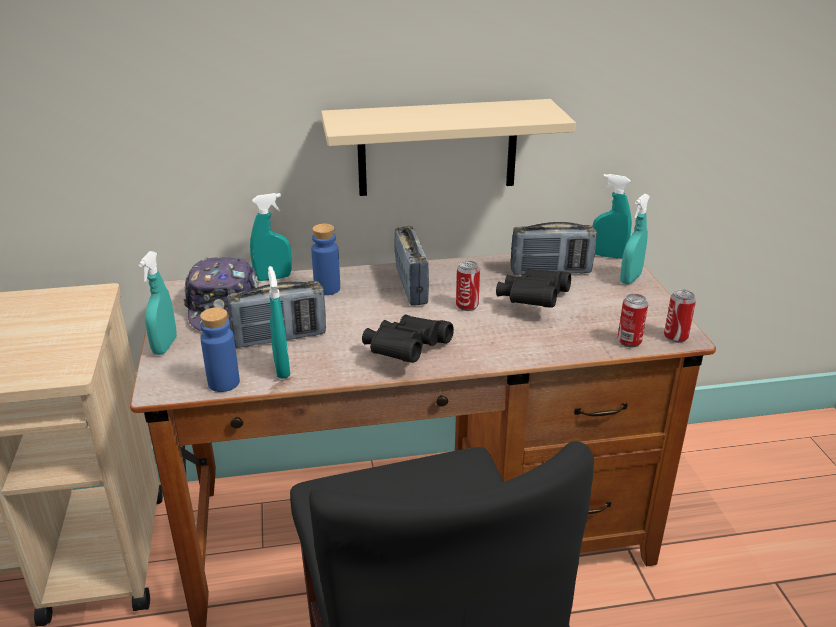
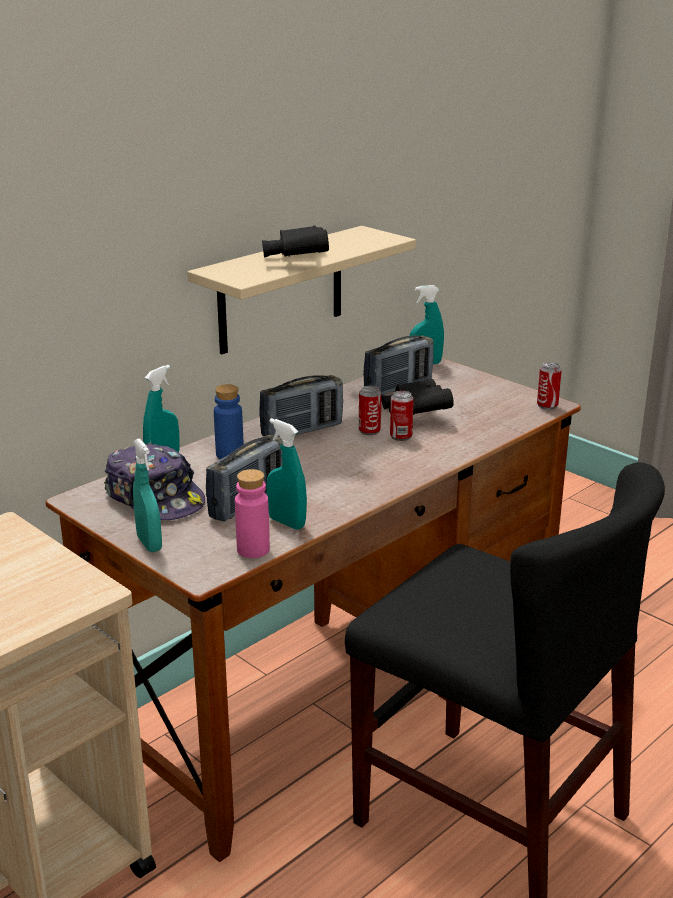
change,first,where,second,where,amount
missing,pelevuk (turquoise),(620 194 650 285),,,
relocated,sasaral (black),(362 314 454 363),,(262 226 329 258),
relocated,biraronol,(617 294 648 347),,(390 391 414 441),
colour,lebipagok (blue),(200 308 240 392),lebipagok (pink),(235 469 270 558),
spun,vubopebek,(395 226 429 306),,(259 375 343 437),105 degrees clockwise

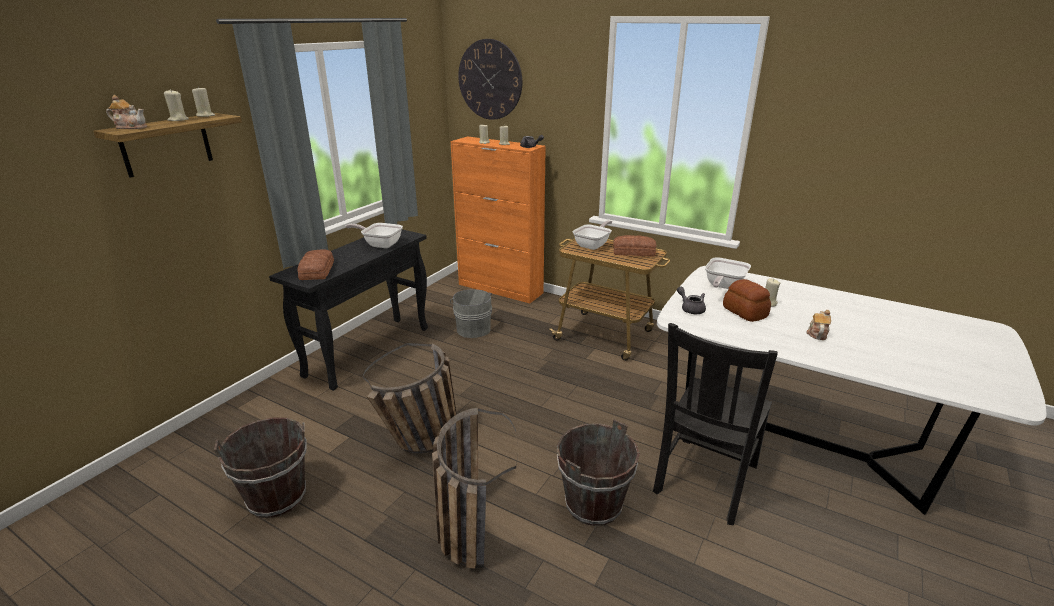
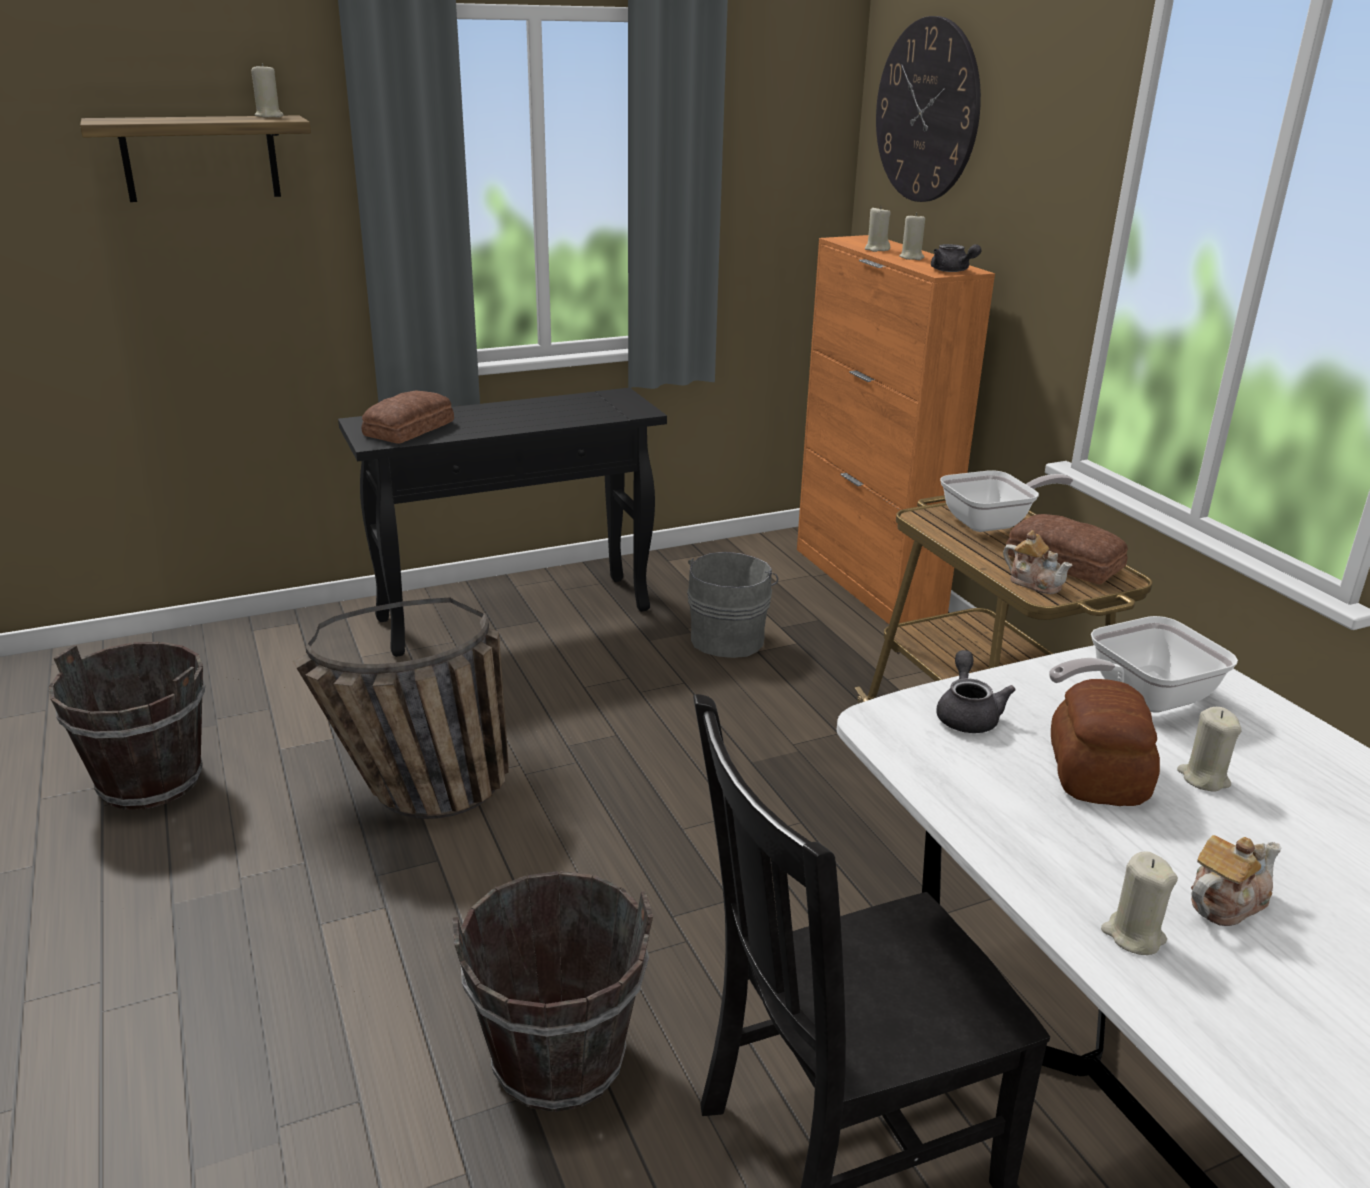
change,first,where,second,where,amount
missing,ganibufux,(346 223 403 248),,,
missing,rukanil,(432 408 518 569),,,
relocated,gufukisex,(106 95 147 129),,(1003 530 1072 594),
relocated,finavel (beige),(164 89 189 121),,(1101 851 1178 955),

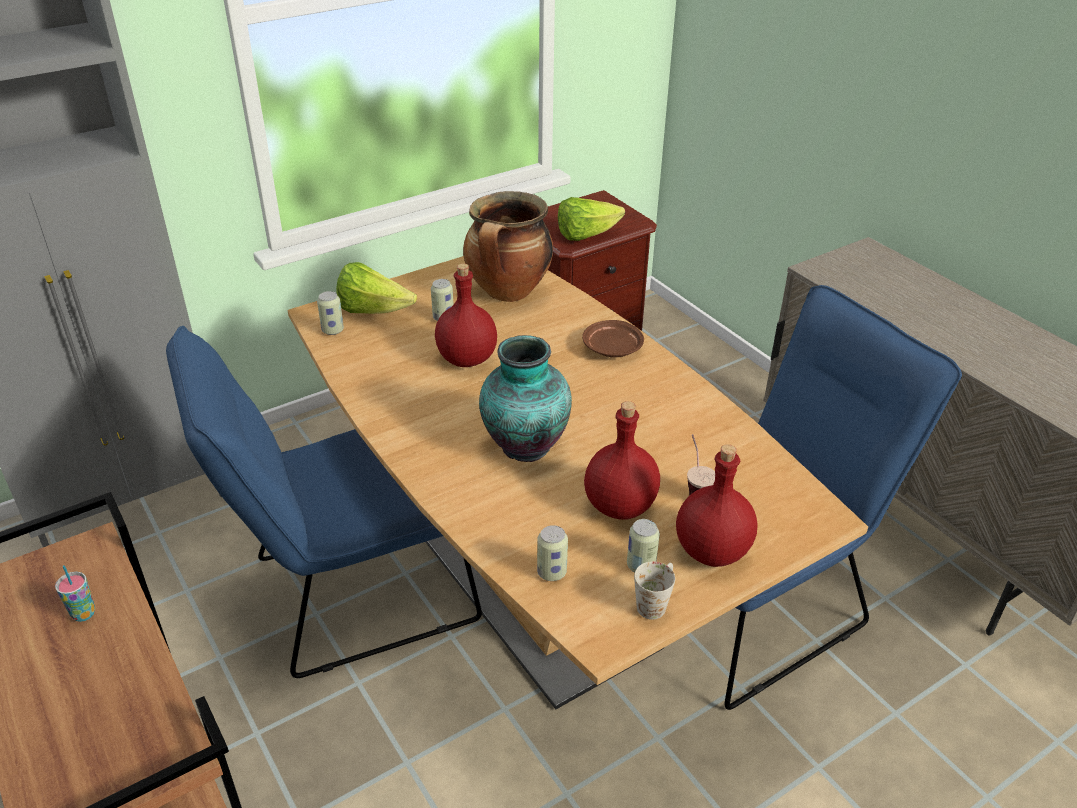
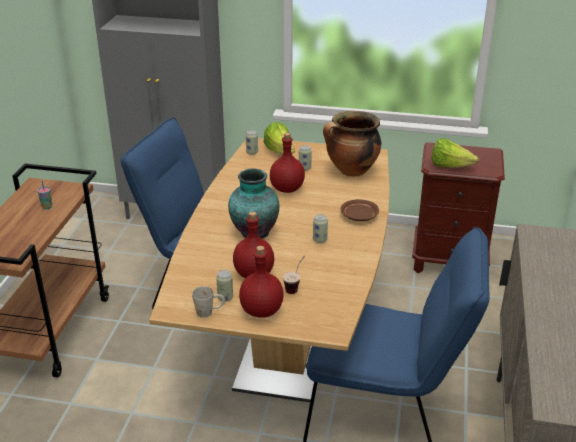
change,first,where,second,where,amount
relocated,biraronol,(537 525 568 581),,(313 214 328 243),

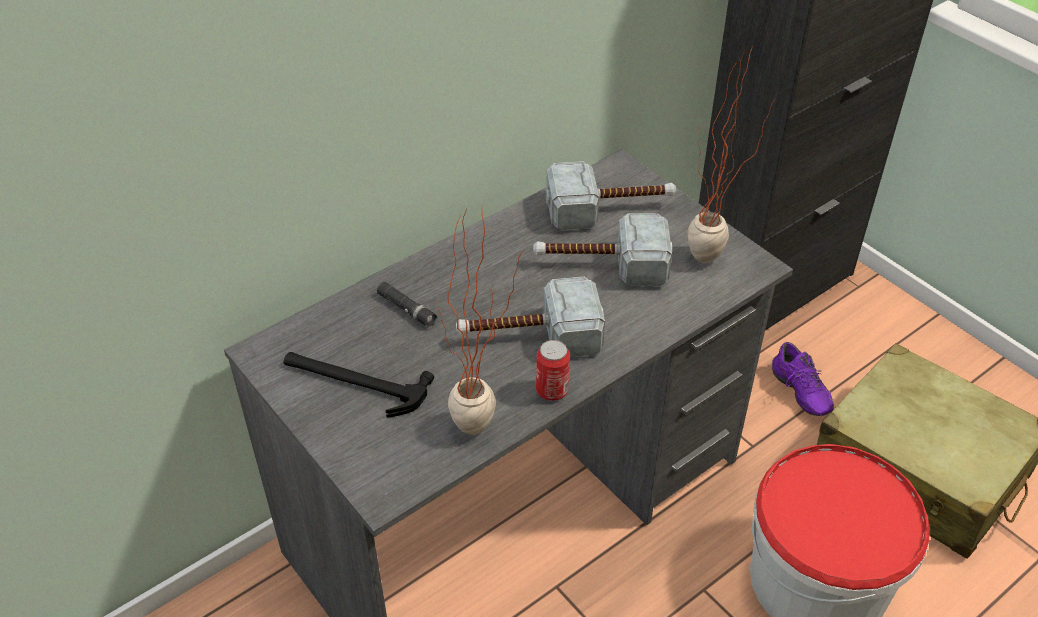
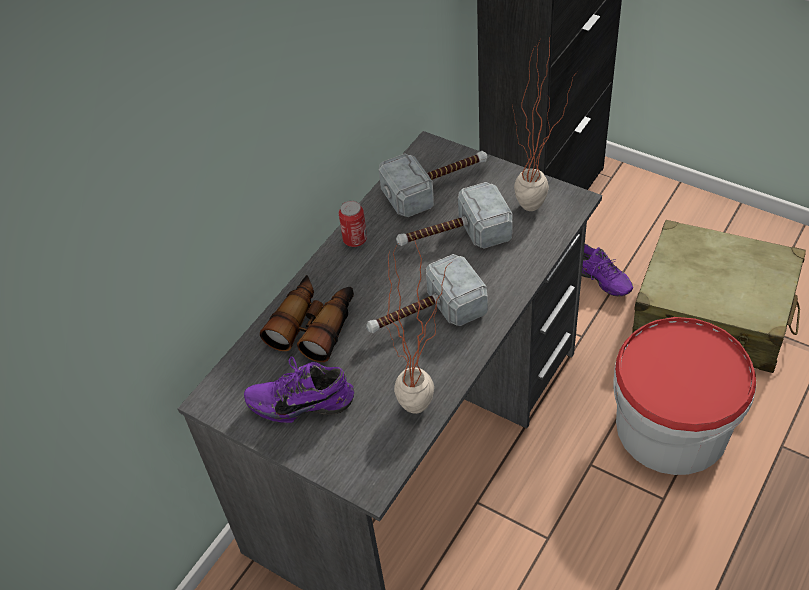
change,first,where,second,where,amount
relocated,biraronol,(536 340 570 401),,(339 201 367 247),
exchanged,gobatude,(284 352 434 418),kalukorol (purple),(244 356 354 423),
exchanged,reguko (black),(377 282 437 328),sasaral,(260 275 354 362),

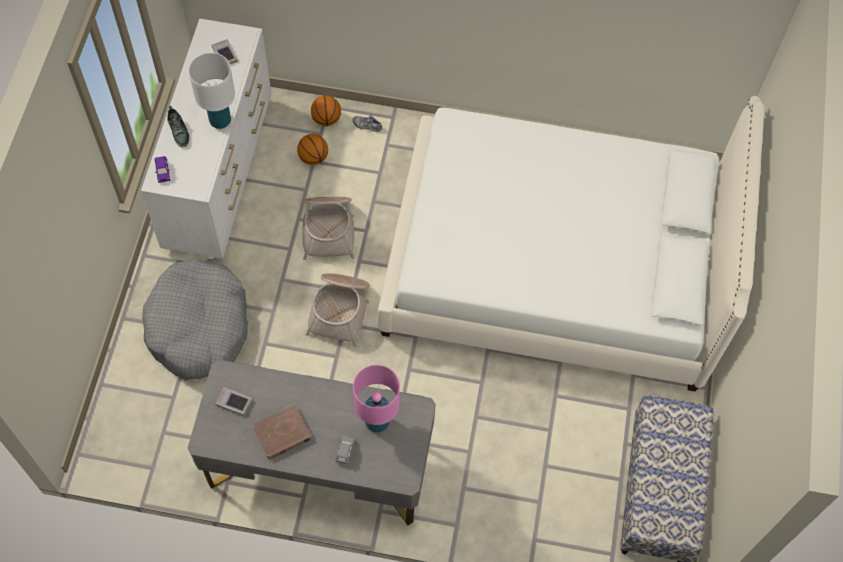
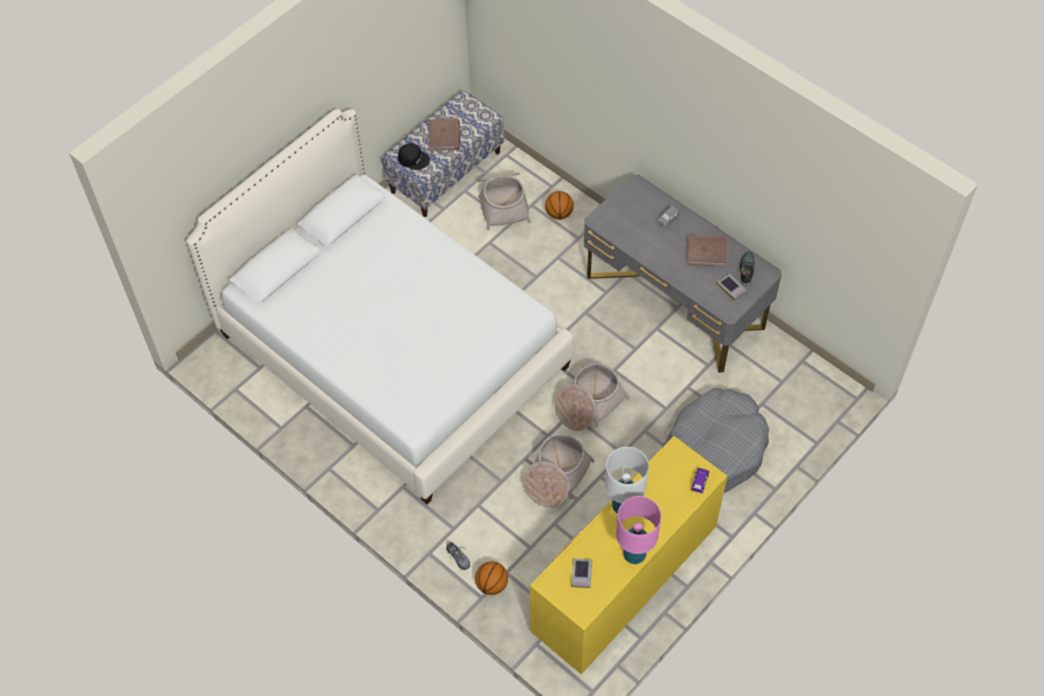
change,first,where,second,where,amount
appeared,,,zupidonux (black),(398 143 430 170),
appeared,,,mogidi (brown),(429 119 460 151),
appeared,,,rukanil,(478 172 531 231),
relocated,kalukorol,(167 106 189 147),,(740 252 755 285),
relocated,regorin,(297 134 328 165),,(545 191 574 220),
relocated,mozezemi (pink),(353 365 400 433),,(616 496 661 564),
colour,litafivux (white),(141 18 271 259),litafivux (yellow),(530 436 727 674),

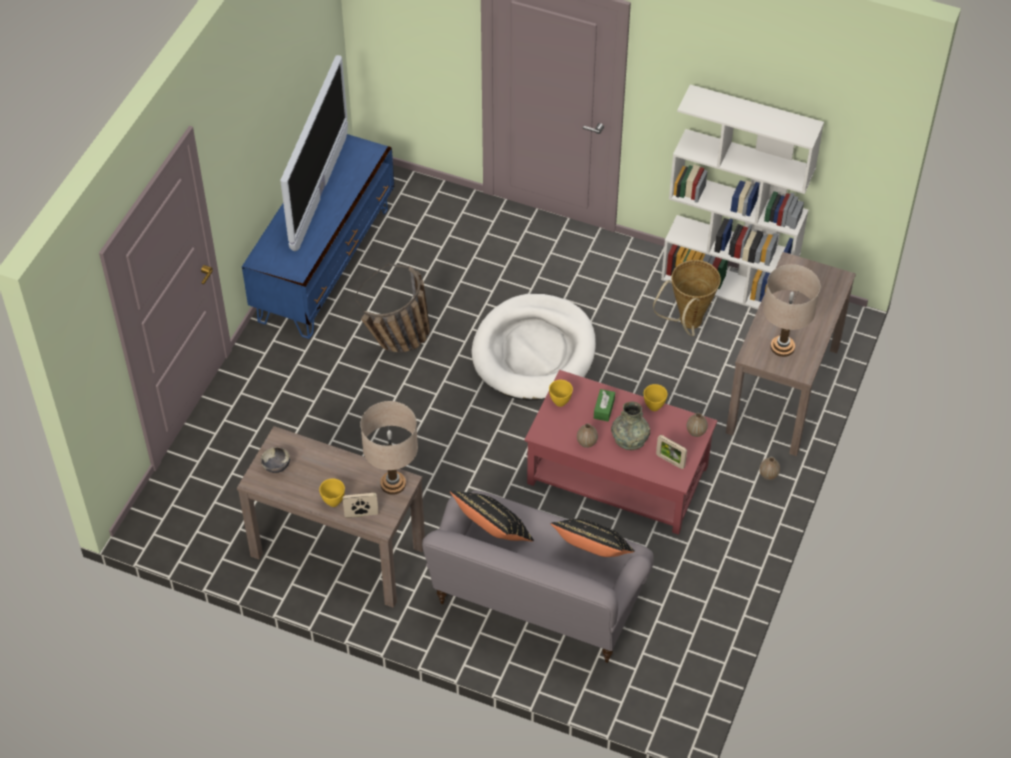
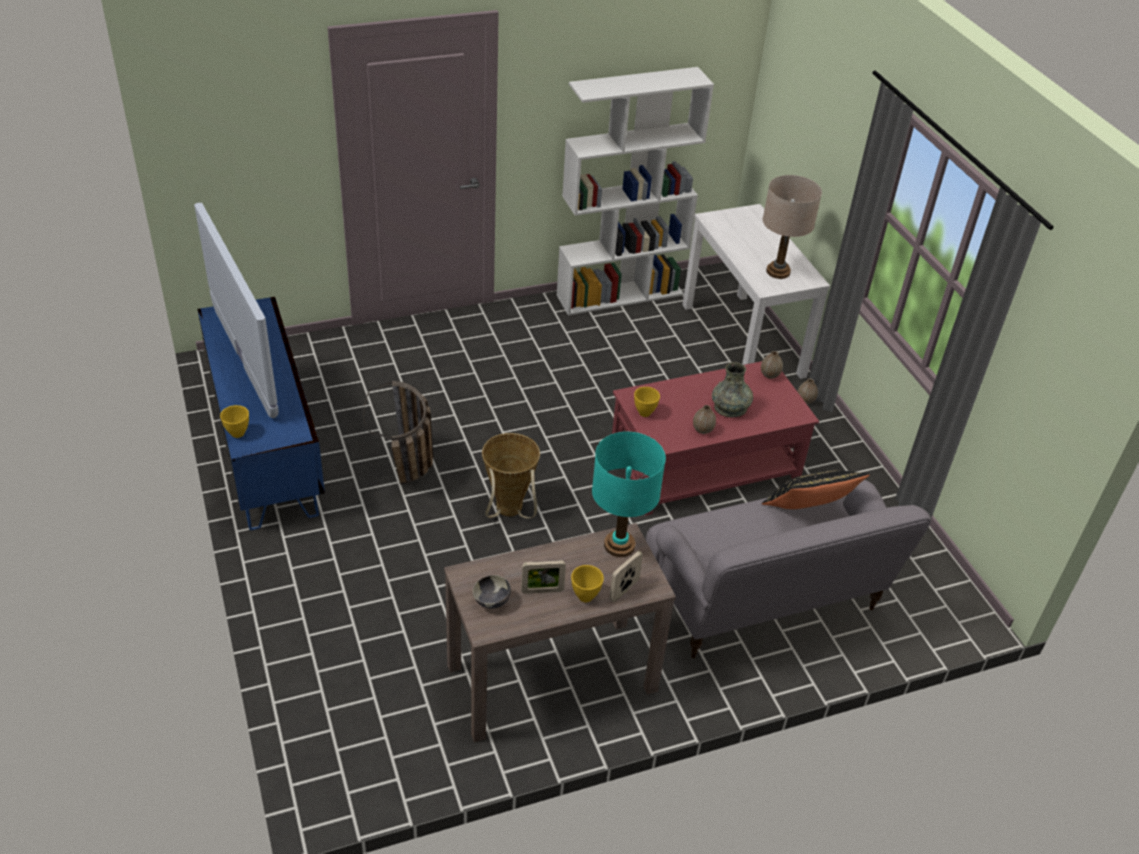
change,first,where,second,where,amount
missing,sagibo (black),(450 491 534 541),,,
missing,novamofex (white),(471 294 596 401),,,
missing,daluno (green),(594 389 615 422),,,
relocated,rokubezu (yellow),(644 384 668 411),,(220 405 249 438),
relocated,rukanil,(653 260 721 336),,(482 433 540 519),
relocated,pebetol,(656 435 687 469),,(521 560 566 594),
colour,mozezemi (beige),(360 401 418 495),mozezemi (turquoise),(592 432 666 557),
colour,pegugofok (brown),(726 252 856 456),pegugofok (white),(682 204 830 379),

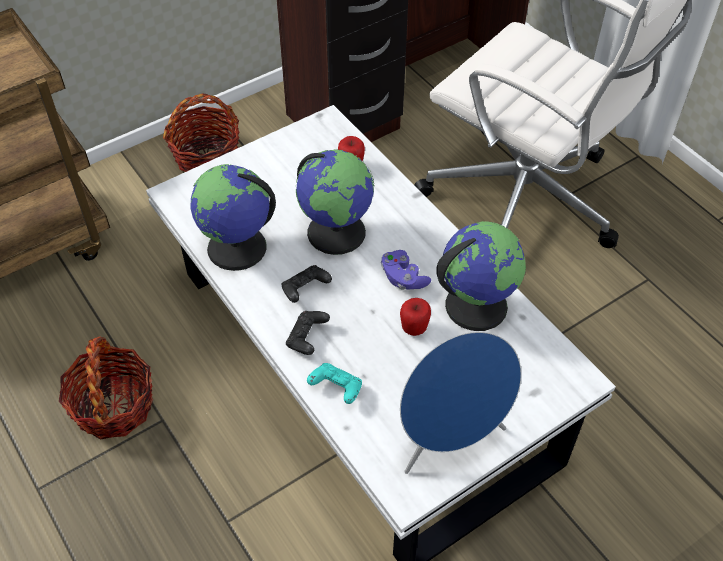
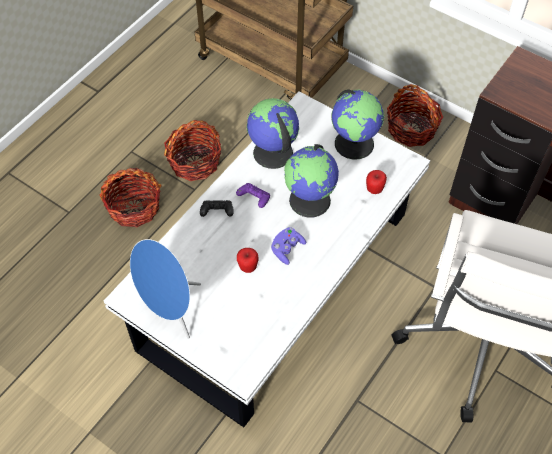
change,first,where,second,where,amount
missing,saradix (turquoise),(307 363 362 404),,,
appeared,,,rukanil,(99 168 161 227),
relocated,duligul,(437 221 526 331),,(331 89 384 160),
colour,saradix (black),(282 265 332 303),saradix (purple),(236 183 270 208),

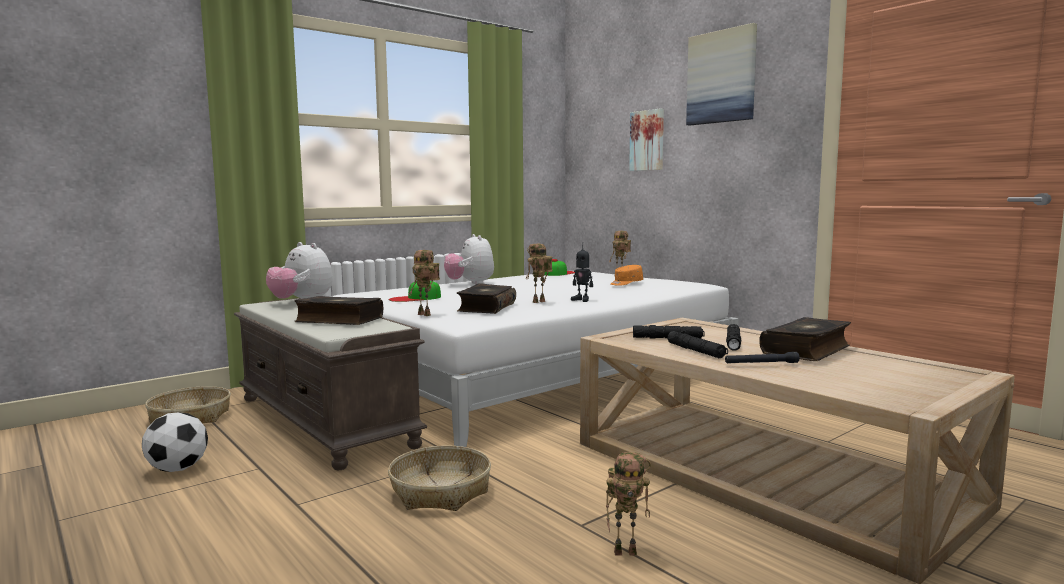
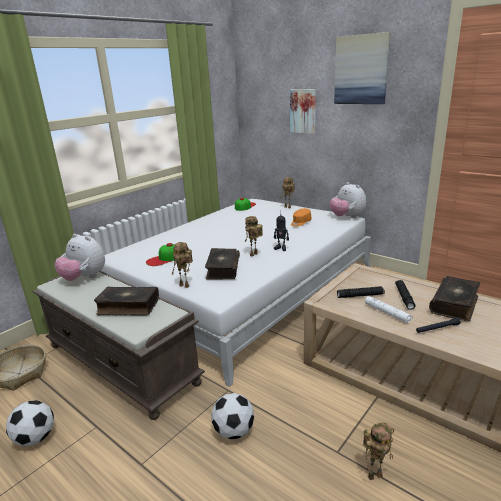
change,first,where,second,where,amount
relocated,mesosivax,(444 234 494 285),,(330 182 366 218),
exchanged,rukanil,(388 446 491 511),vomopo,(211 393 254 439),
colour,reguko (black),(668 331 728 358),reguko (white),(365 296 413 323),

